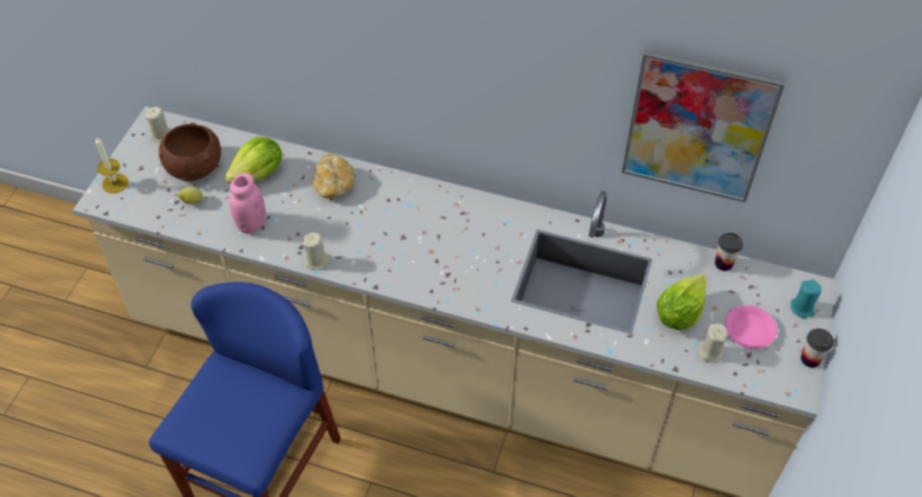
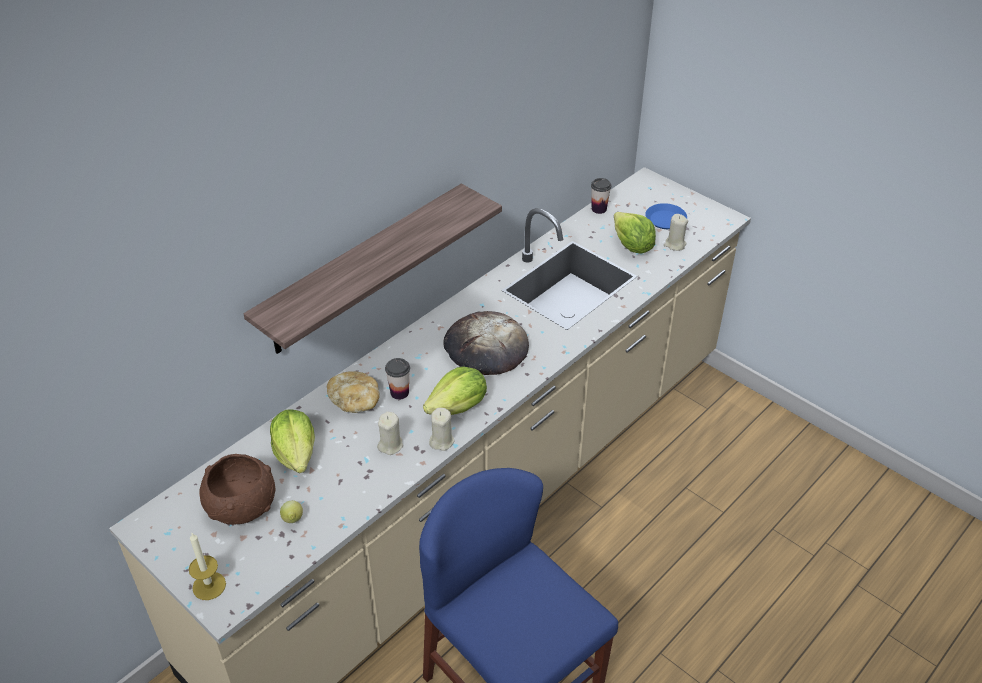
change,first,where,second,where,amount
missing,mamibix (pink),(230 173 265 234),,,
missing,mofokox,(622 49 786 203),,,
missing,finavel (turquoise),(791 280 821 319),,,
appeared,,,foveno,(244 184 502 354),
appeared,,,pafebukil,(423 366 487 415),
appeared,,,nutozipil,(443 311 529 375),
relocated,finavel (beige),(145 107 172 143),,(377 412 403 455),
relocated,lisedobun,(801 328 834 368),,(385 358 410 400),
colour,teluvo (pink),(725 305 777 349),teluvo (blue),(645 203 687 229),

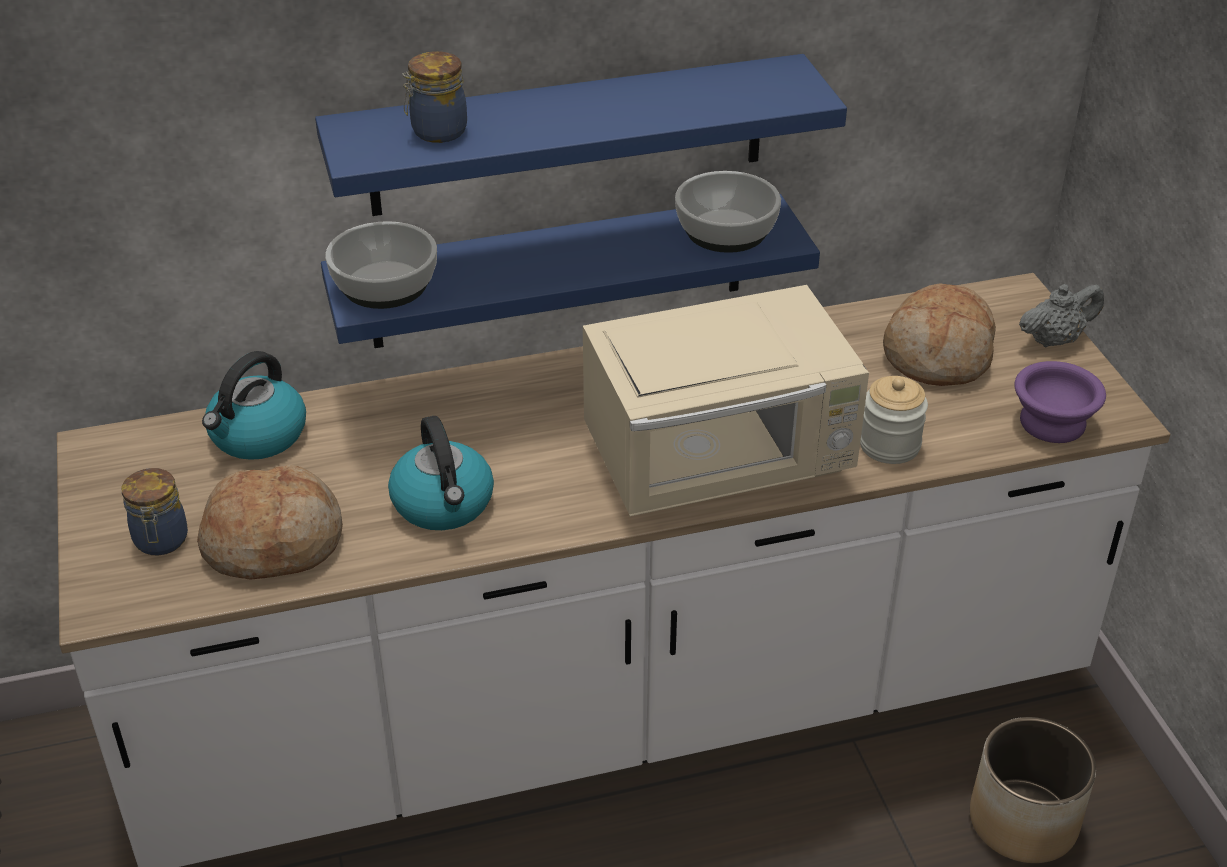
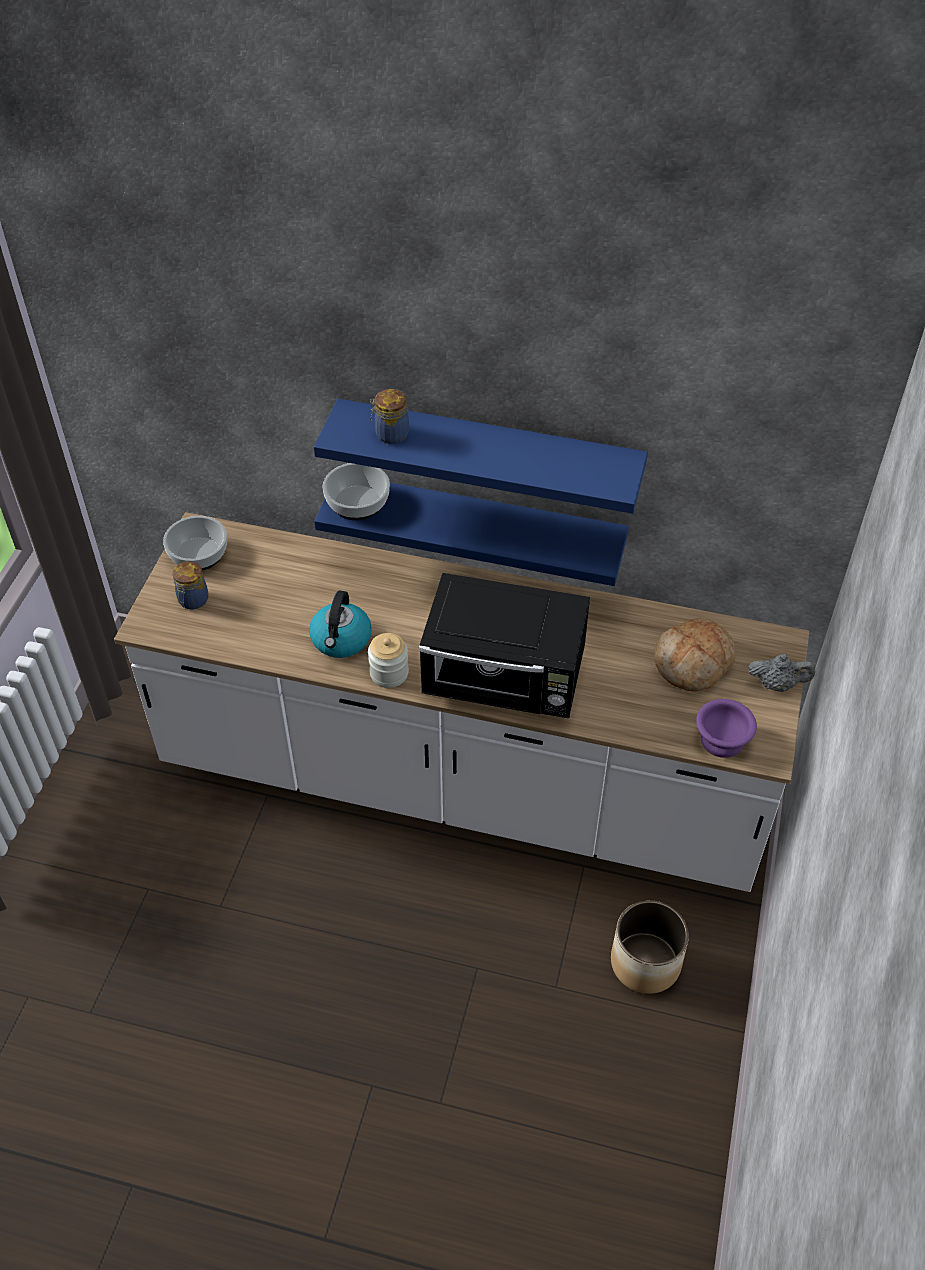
change,first,where,second,where,amount
missing,nutozipil,(197 464 343 580),,,
missing,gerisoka,(202 351 306 460),,,
relocated,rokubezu,(675 171 781 253),,(163 516 227 571),
relocated,mamibix,(860 376 928 464),,(368 633 409 688),
colour,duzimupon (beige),(583 285 869 517),duzimupon (black),(419 573 590 718),

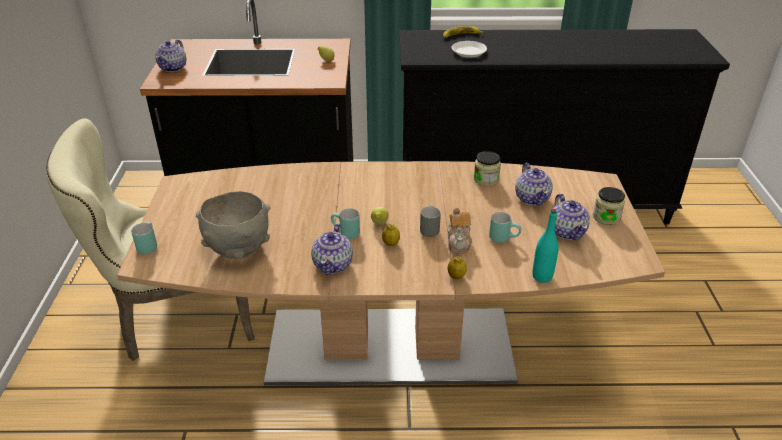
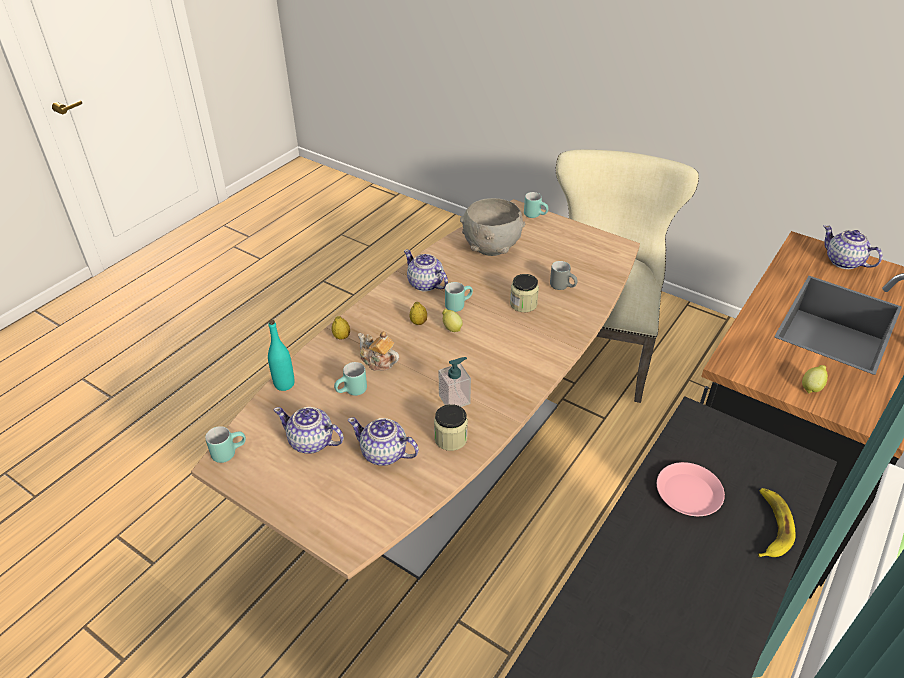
change,first,where,second,where,amount
appeared,,,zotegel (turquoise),(205 426 246 463),
appeared,,,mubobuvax,(438 357 471 407),
relocated,zotegel (grey),(420 206 441 237),,(550 261 577 290),
relocated,mamibix,(593 187 625 225),,(510 274 539 312),
colour,teluvo (white),(452 41 487 58),teluvo (pink),(657 462 725 516),

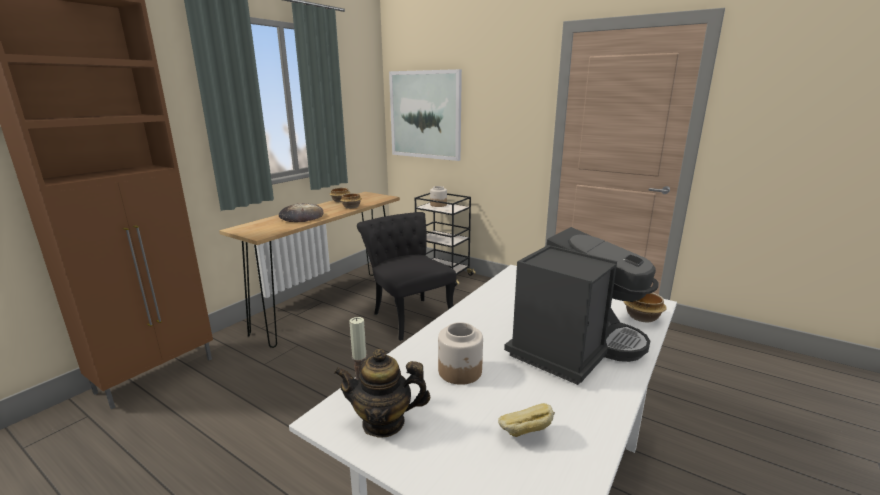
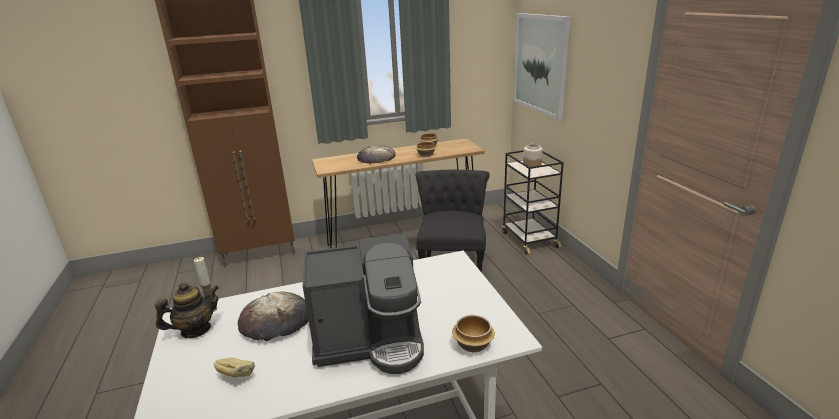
change,first,where,second,where,amount
exchanged,mamibix,(438 322 483 385),nutozipil,(238 292 308 341),
spun,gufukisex,(334 349 430 438),,(155 282 219 338),105 degrees clockwise

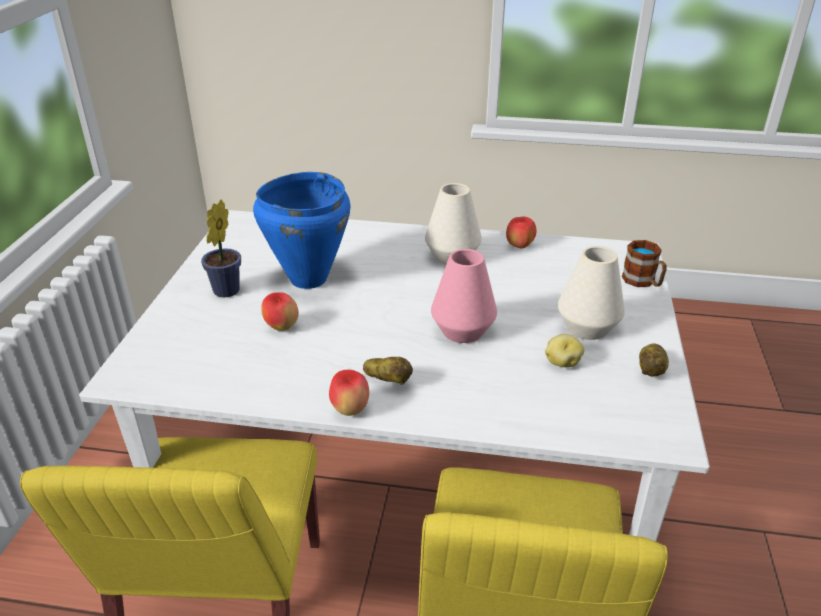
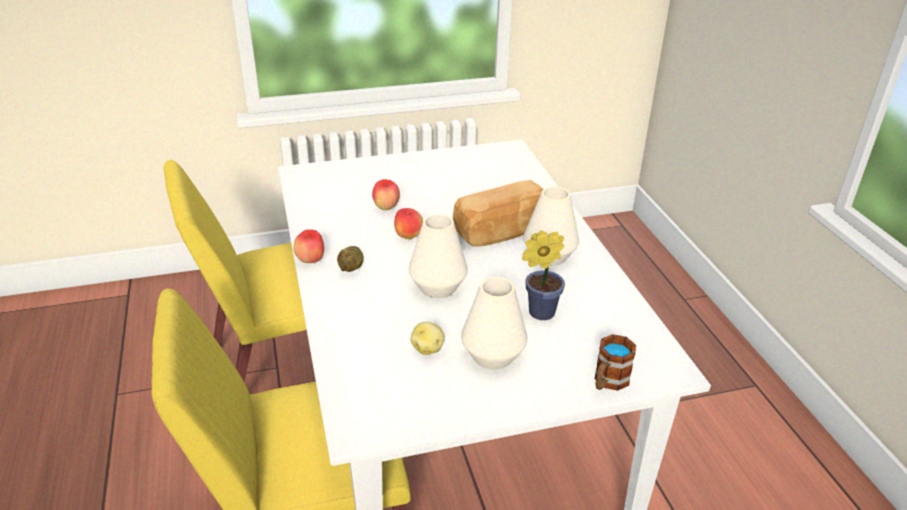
change,first,where,second,where,amount
missing,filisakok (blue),(253 172 350 289),,,
missing,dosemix,(639 343 669 377),,,
appeared,,,nutozipil,(453 180 543 247),
relocated,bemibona,(201 200 241 297),,(522 230 565 320),
relocated,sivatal,(506 217 536 249),,(394 208 423 239),
colour,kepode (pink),(431 249 497 343),kepode (white),(409 214 468 298),

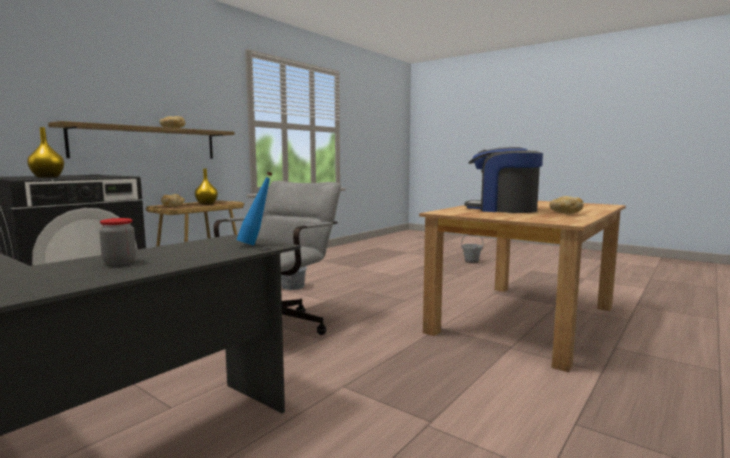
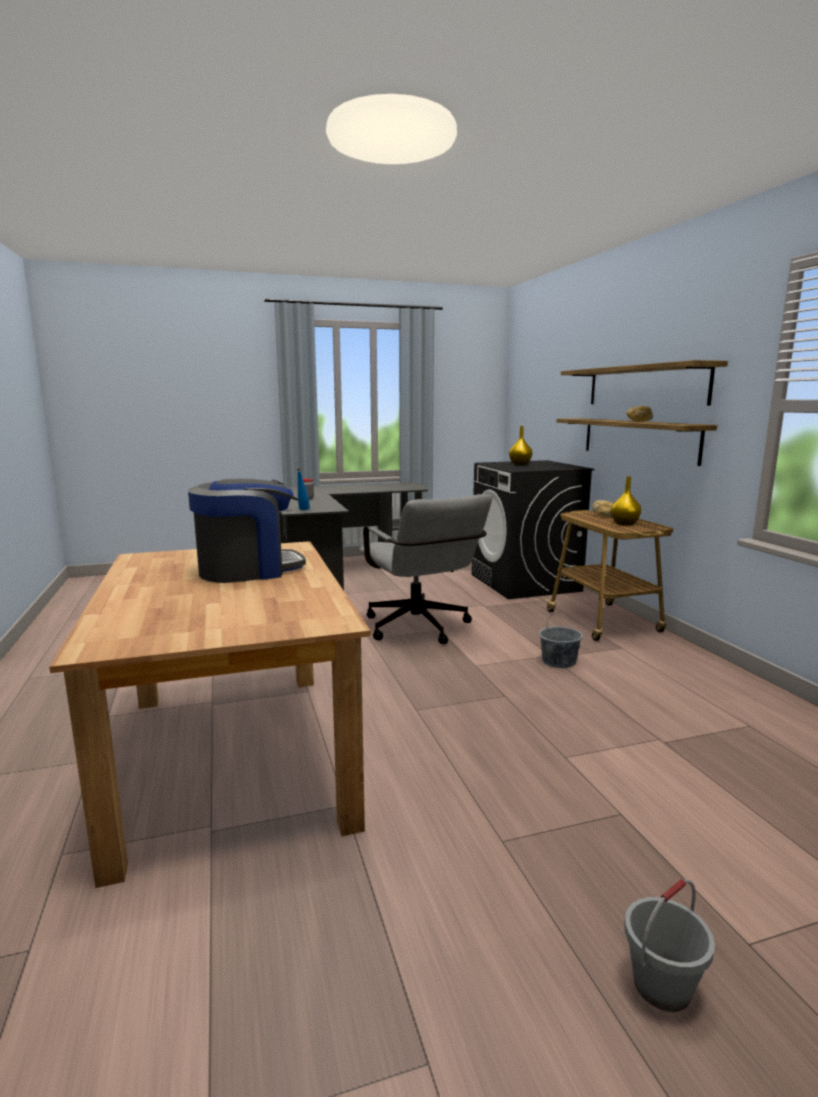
change,first,where,second,where,amount
missing,nutozipil,(549 196 584 214),,,
appeared,,,foveno,(561 360 728 406),

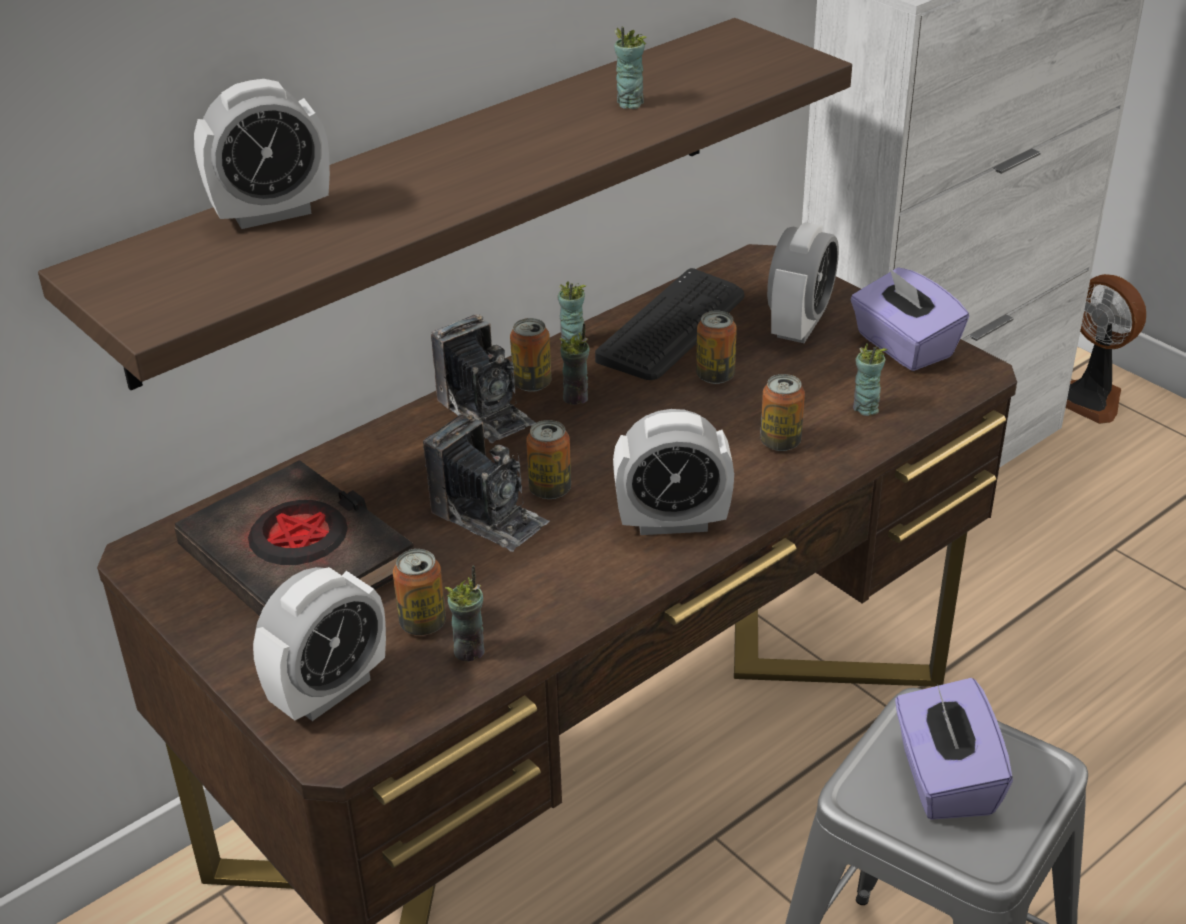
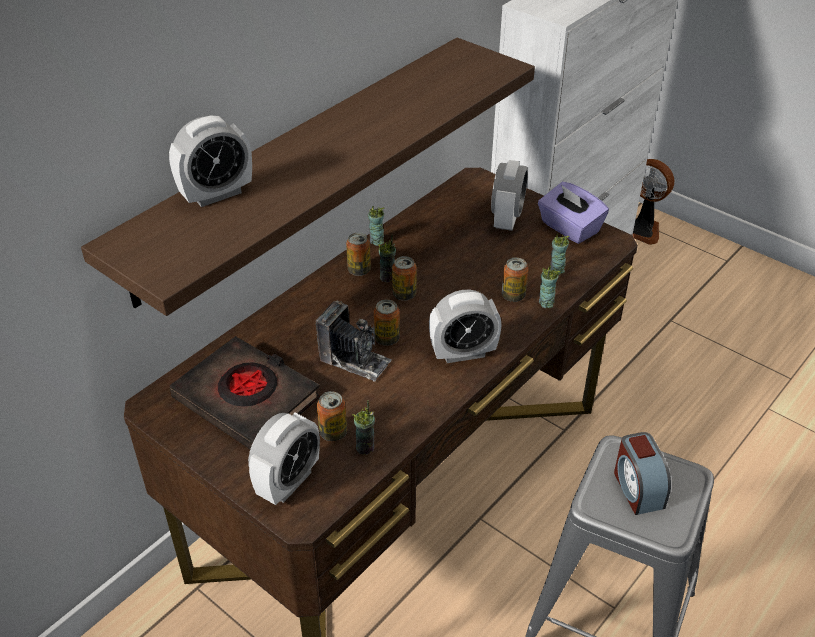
change,first,where,second,where,amount
missing,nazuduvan,(431 314 536 443),,,
missing,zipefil,(595 268 745 380),,,
relocated,lisedobun,(614 26 647 109),,(539 265 560 308),
relocated,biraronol,(696 310 737 384),,(392 256 417 301),
exchanged,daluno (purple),(895 678 1013 820),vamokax,(614 432 671 515),

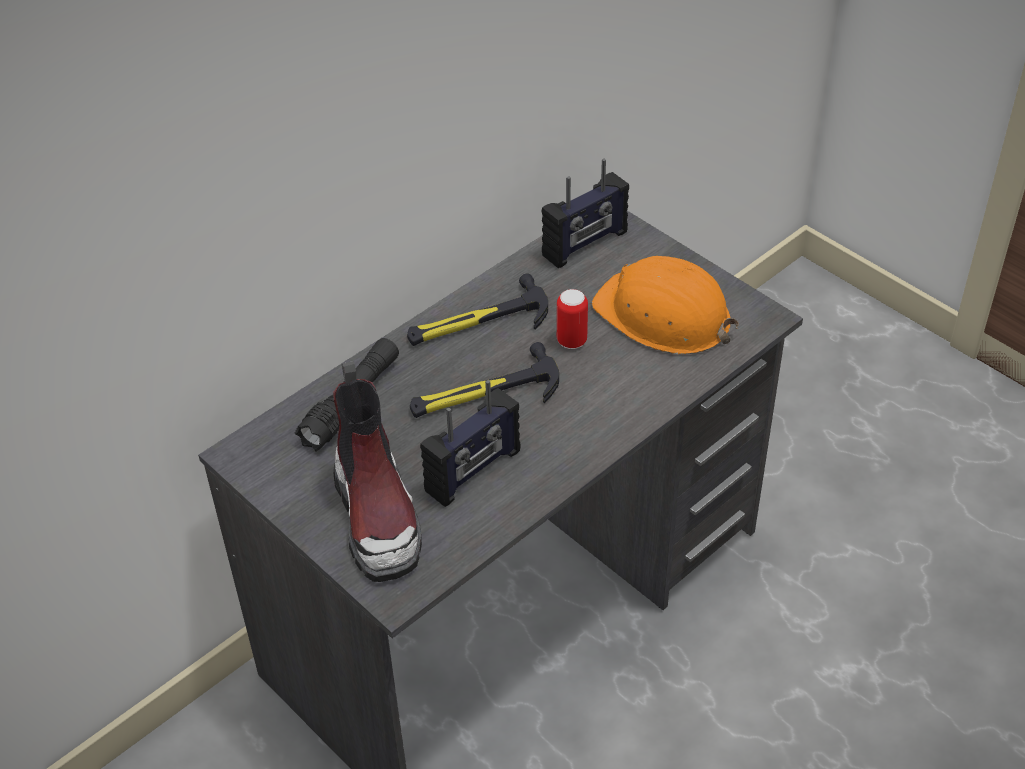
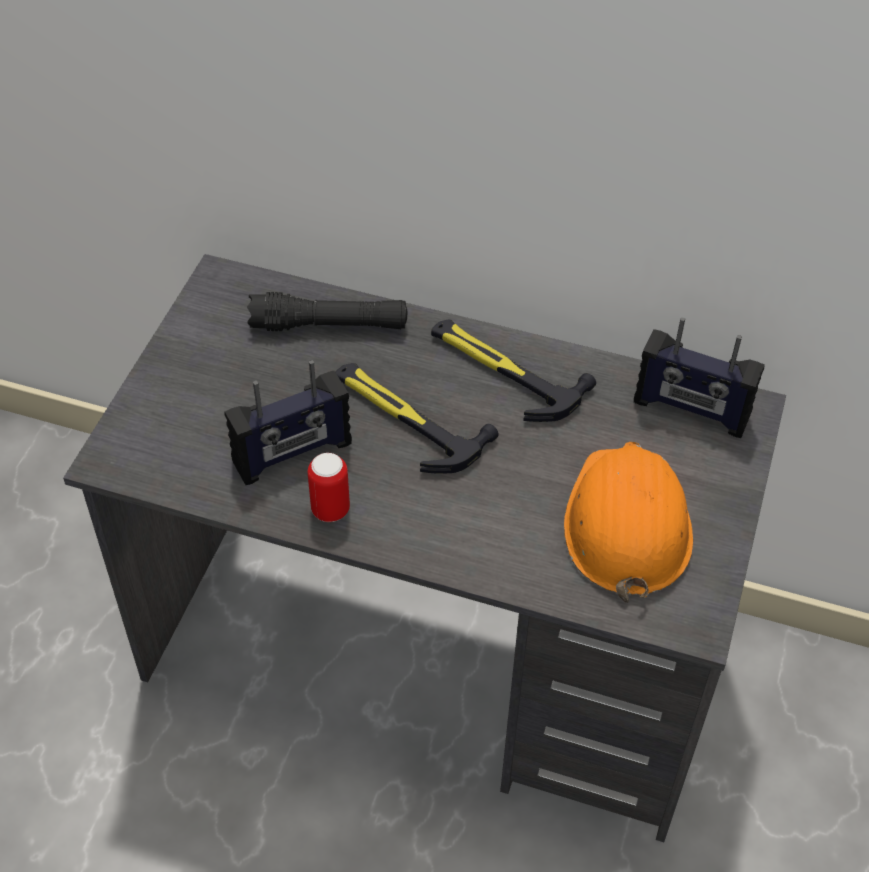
change,first,where,second,where,amount
missing,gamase,(333 361 422 582),,,
relocated,biraronol,(557 289 588 349),,(308 453 350 522),
spun,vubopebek,(420 380 520 507),,(225 360 352 485),45 degrees counterclockwise

